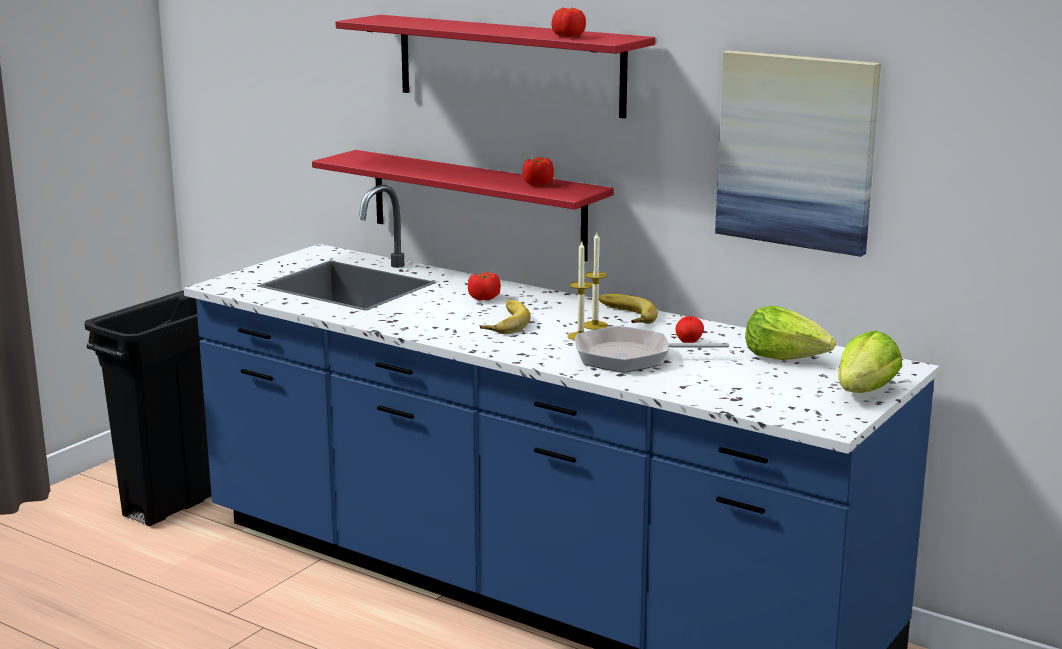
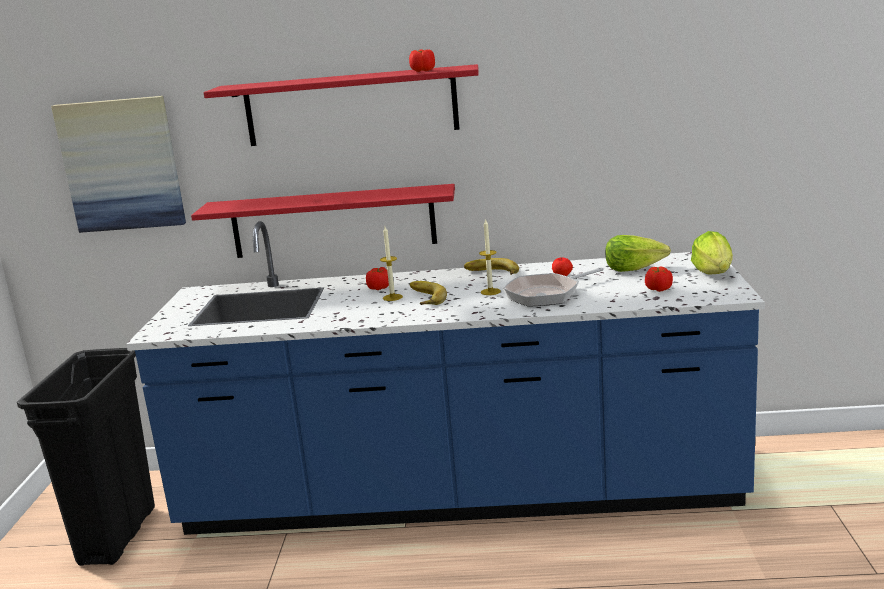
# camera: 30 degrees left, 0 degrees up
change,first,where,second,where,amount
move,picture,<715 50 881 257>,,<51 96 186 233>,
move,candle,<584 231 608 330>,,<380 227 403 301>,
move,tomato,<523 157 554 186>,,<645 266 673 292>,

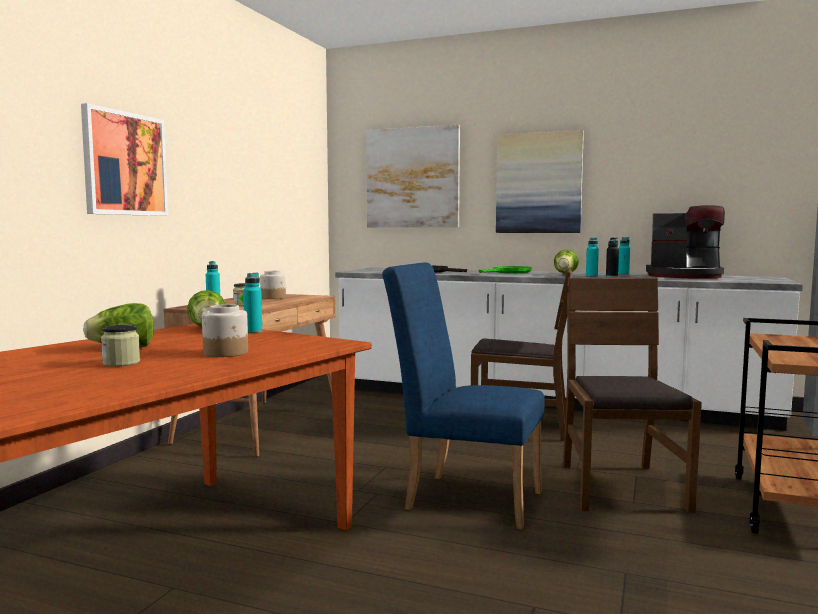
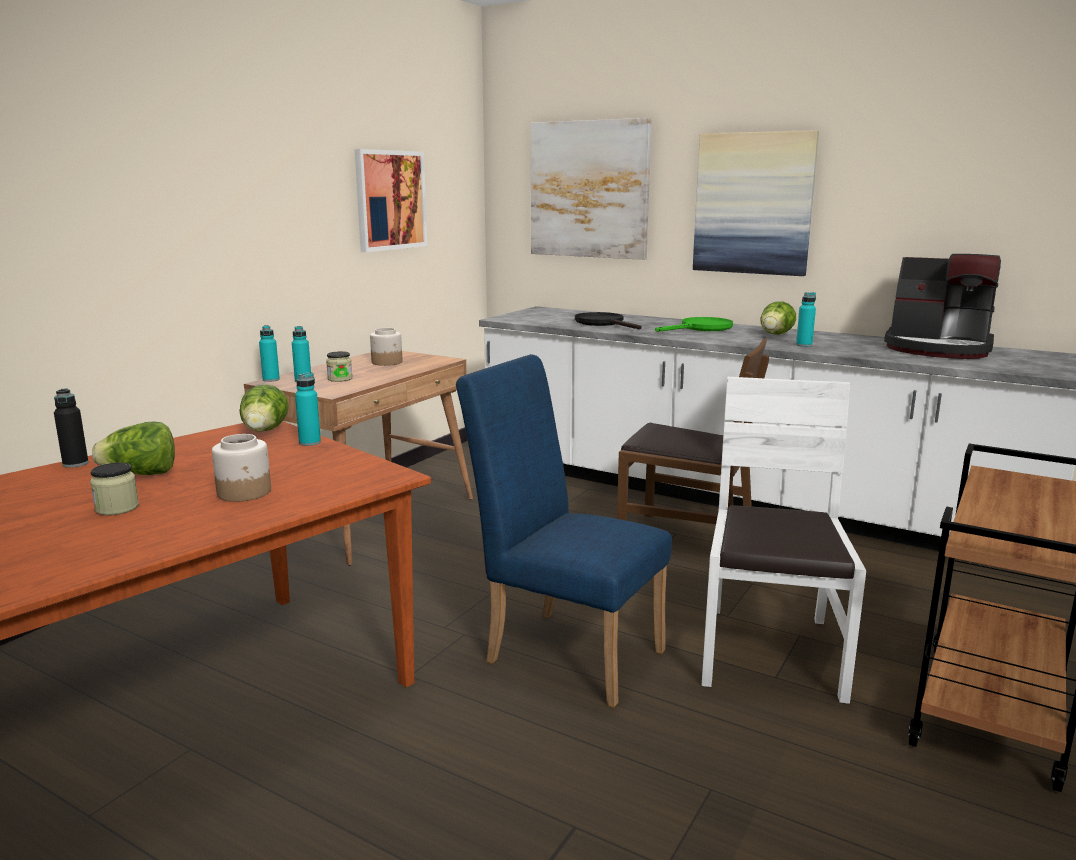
# camera: 10 degrees right, 10 degrees up
change,first,where,second,where,amount
move,black bottle,<606 238 619 277>,,<54 388 89 468>,
move,turquoise bottle,<618 237 630 275>,,<259 325 280 382>,
move,picture,<81 103 168 216>,,<355 149 427 252>,
recolor,brown chair,<563 278 702 513>,white chair,<702 377 866 704>,

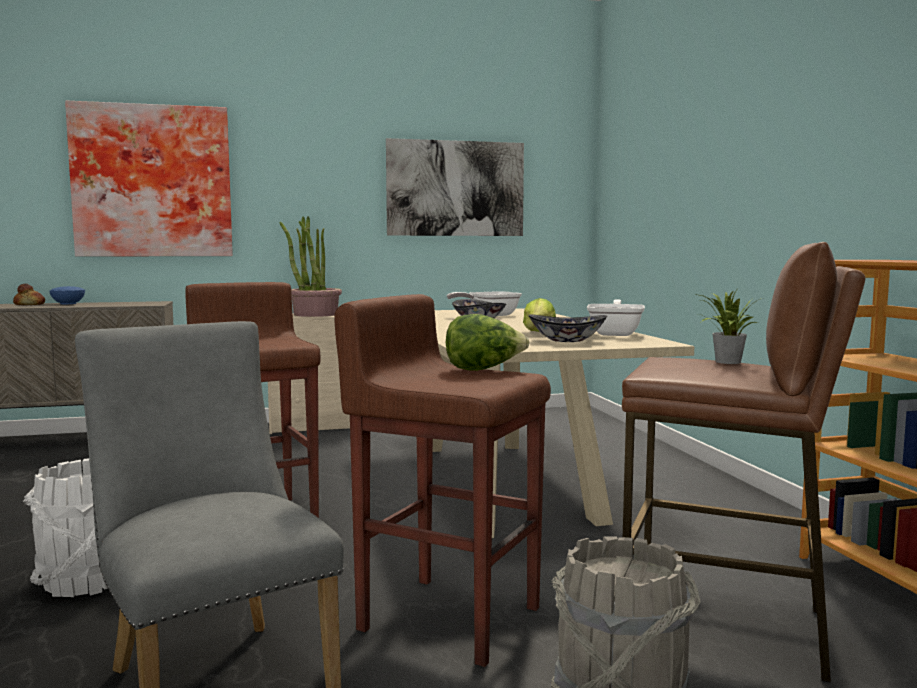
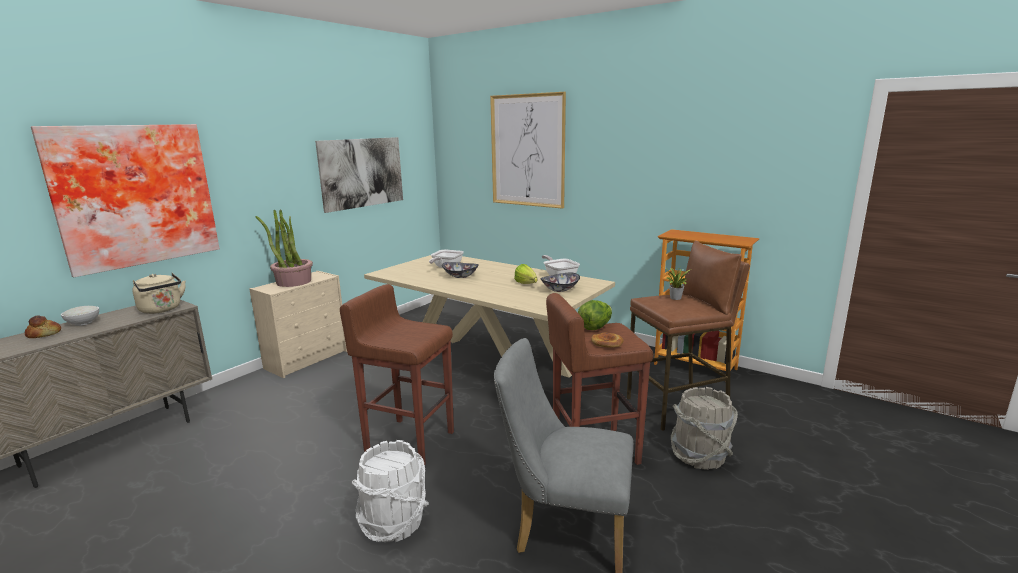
# camera: 40 degrees left, 10 degrees up
change,first,where,second,where,amount
recolor,blue bowl,<49 286 85 304>,white bowl,<61 306 99 326>,
insert,,,beige kettle,<132 273 186 314>,
insert,,,picture,<490 92 566 209>,
insert,,,bread,<591 333 624 348>,

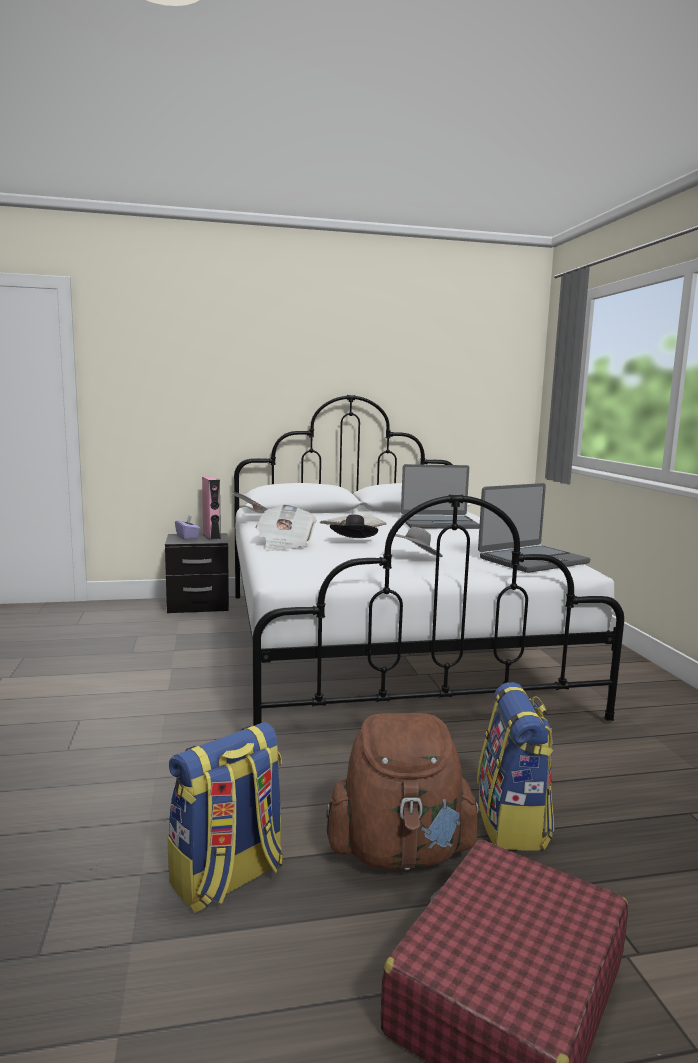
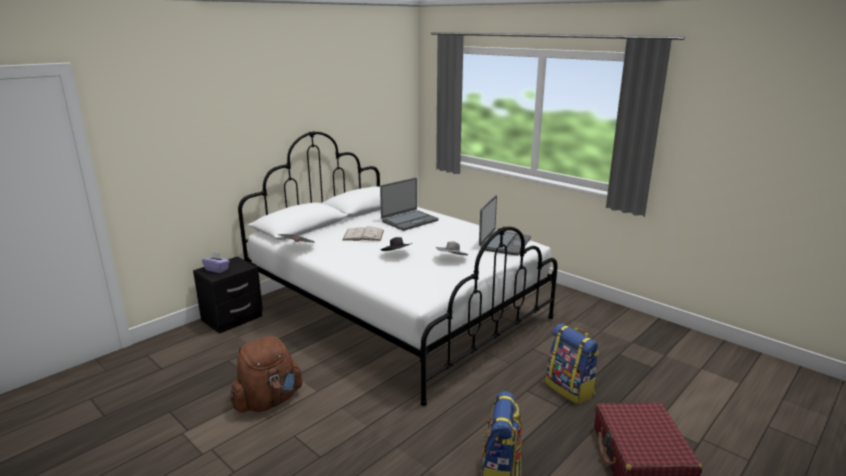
# camera: 35 degrees left, 10 degrees up
change,first,where,second,where,amount
move,brown backpack,<326 713 481 870>,,<231 336 302 413>,
delete,pink speaker,<202 477 221 540>,,,
delete,newspaper,<256 504 317 551>,,,

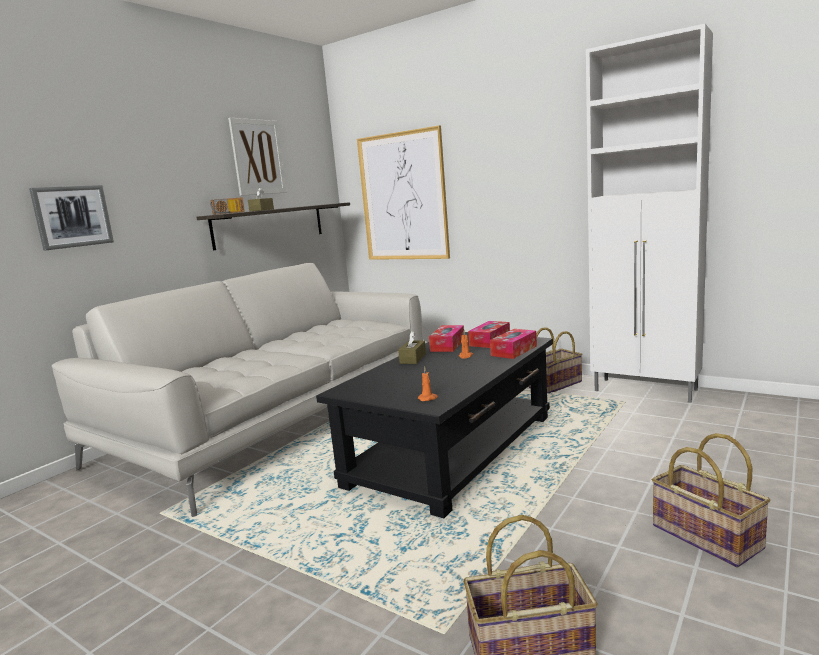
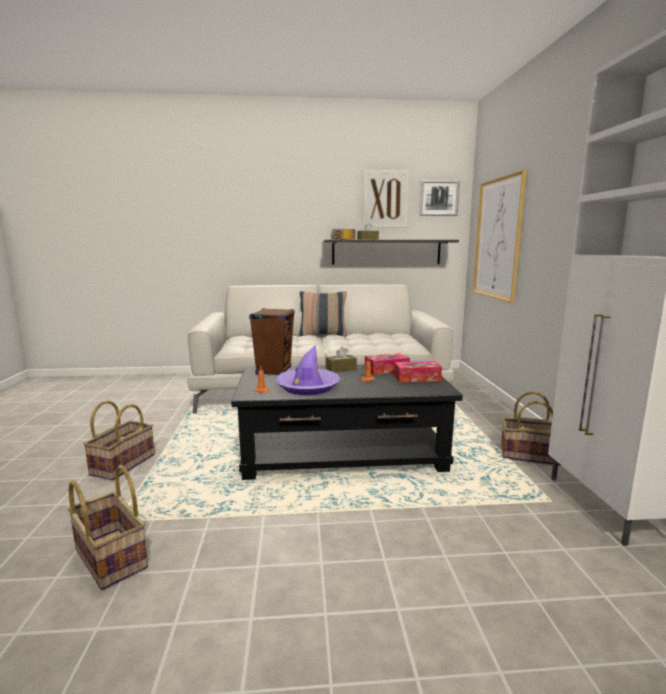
# camera: 50 degrees right, 0 degrees up
change,first,where,second,where,amount
move,basket,<652 433 770 568>,,<83 400 155 481>,
insert,,,brown speaker,<249 308 295 375>,
insert,,,purple hat,<275 345 340 395>,
insert,,,pillow,<299 291 347 336>,
move,picture,<29 185 114 250>,,<419 180 460 216>,
delete,tissue box,<490 329 537 359>,,,

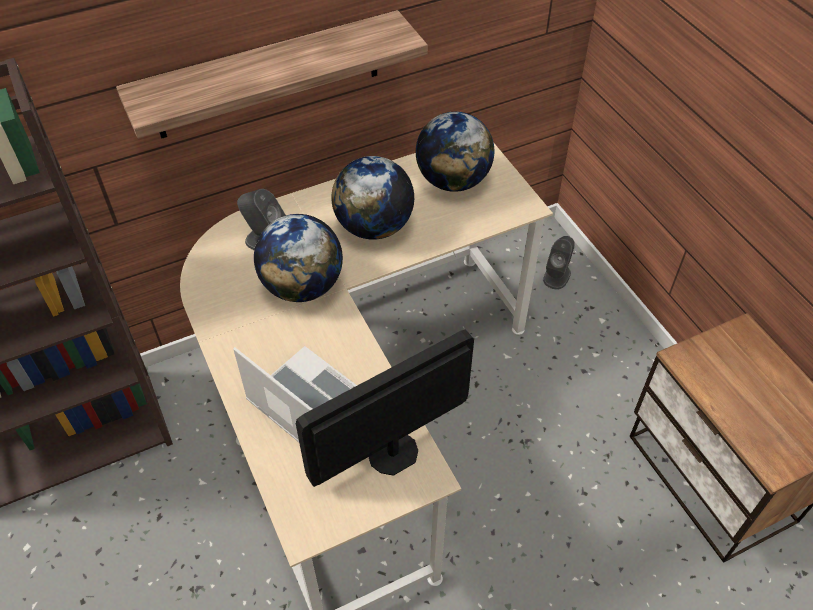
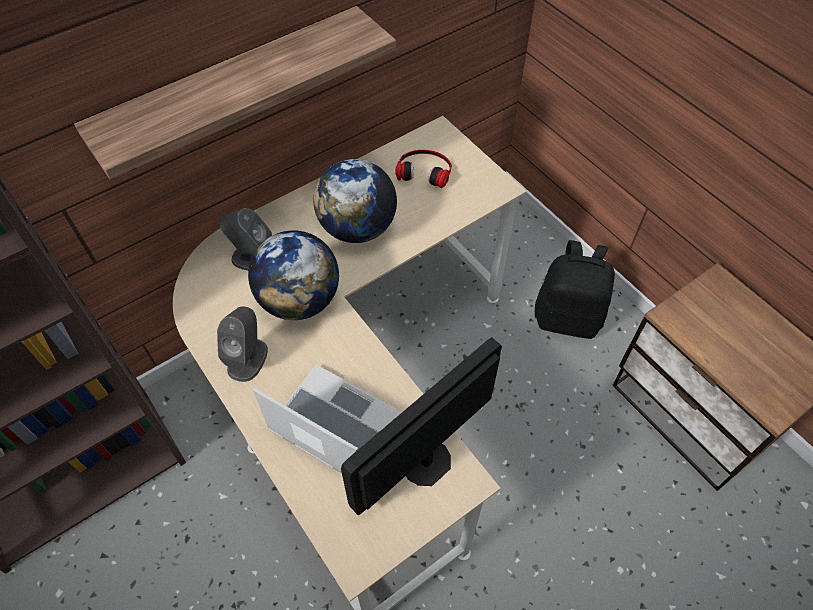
# camera: 10 degrees left, 5 degrees up
change,first,where,second,where,amount
move,grey speaker,<543 236 575 290>,,<217 307 268 382>,
replace,globe,<416 111 494 192>,headphones,<396 150 452 188>,
insert,,,black backpack,<535 240 615 339>,

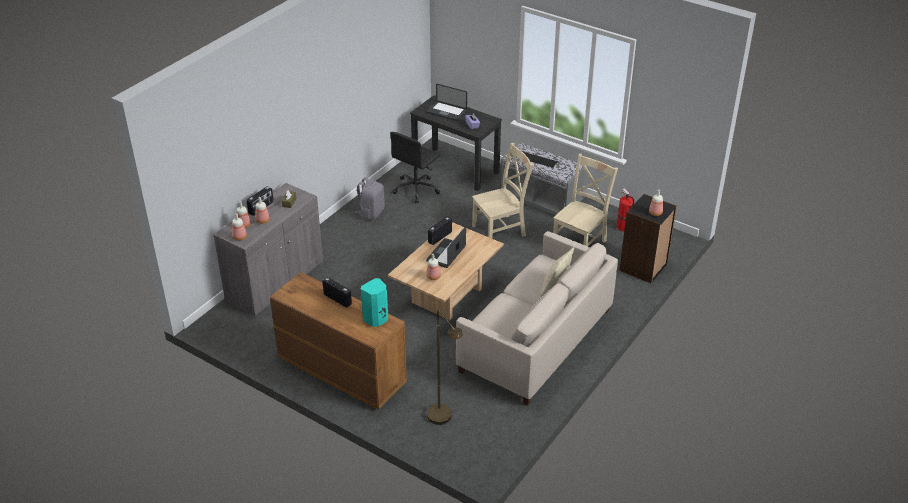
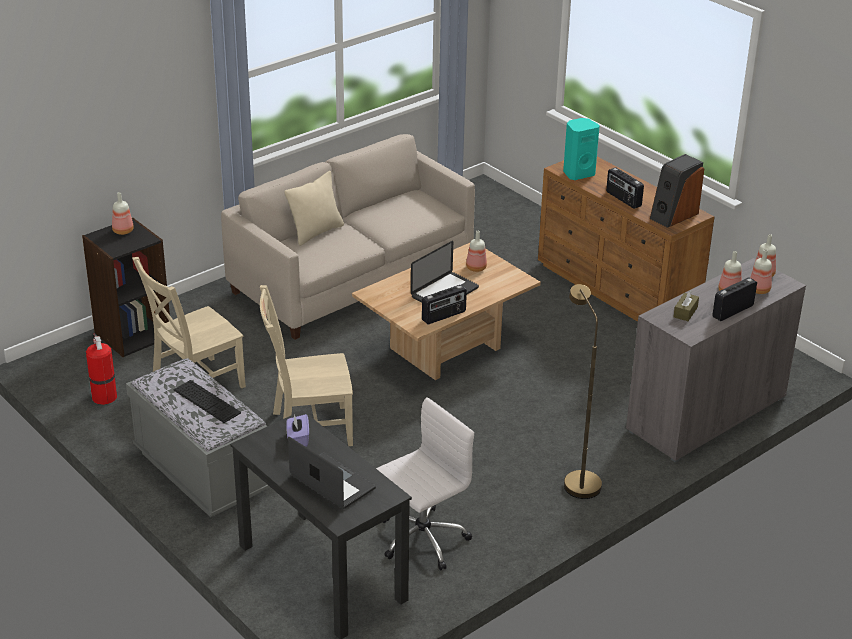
# camera: 165 degrees left, 5 degrees down
change,first,where,second,where,amount
recolor,black office chair,<390 132 440 203>,white office chair,<376 397 474 570>,
move,brown floor lamp,<427 310 463 425>,,<564 284 602 499>,
insert,,,speaker,<650 154 704 228>,
delete,grey backpack,<357 177 385 220>,,,

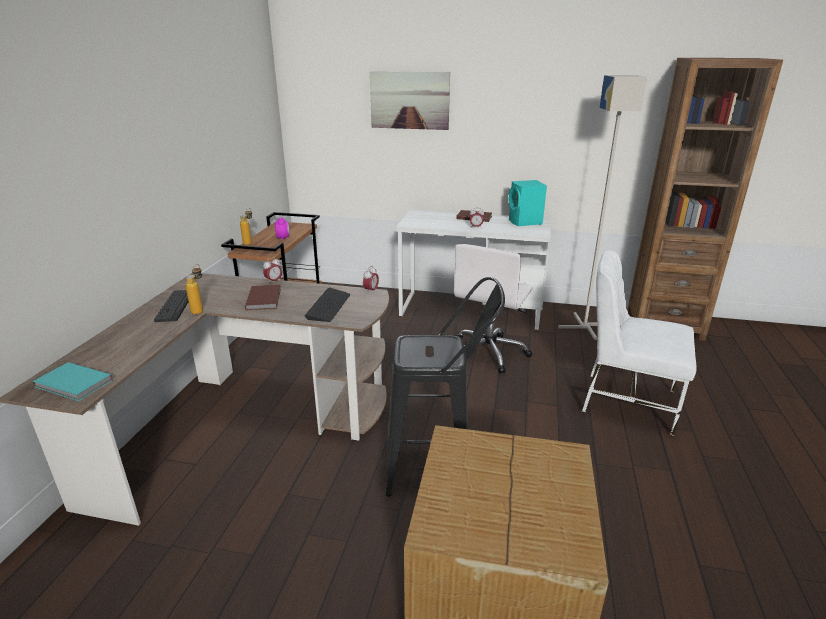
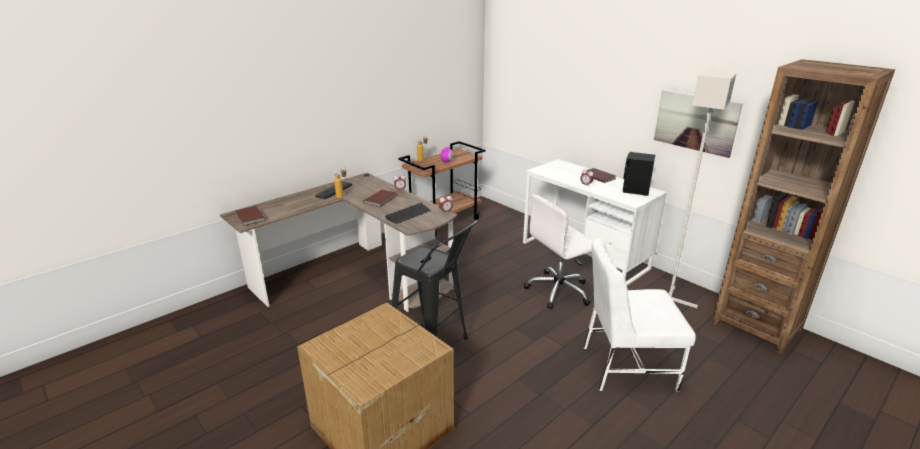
# camera: 35 degrees right, 0 degrees up
change,first,where,second,where,amount
recolor,turquoise book,<32 362 113 401>,brown book,<235 206 266 226>,
rotate,white chair,<582 250 696 436>,,<583 239 696 392>,60 degrees counterclockwise
recolor,turquoise speaker,<509 180 547 226>,black speaker,<623 152 655 196>,
move,picture,<370 71 450 130>,,<654 90 743 158>,

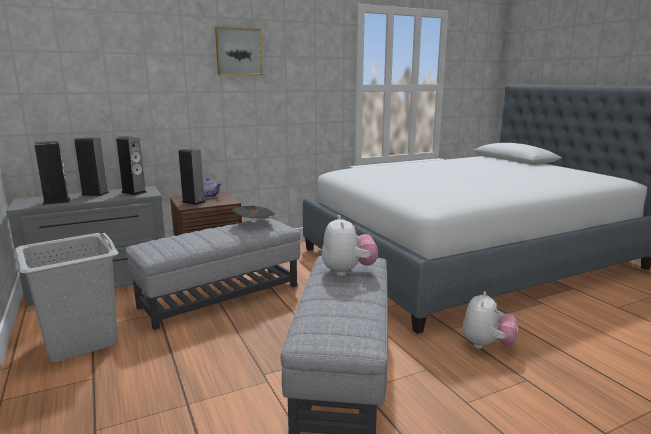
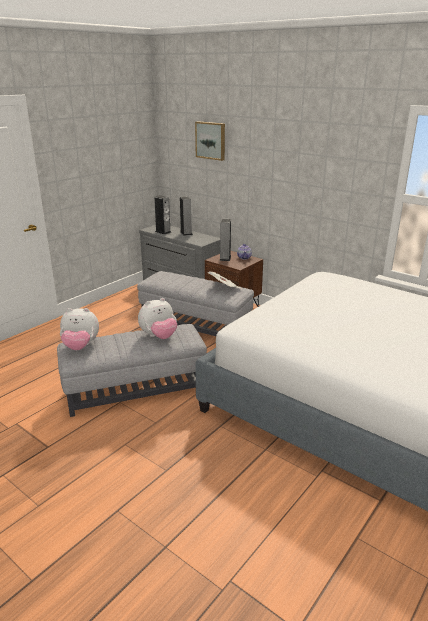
# camera: 65 degrees right, 10 degrees up
change,first,where,second,where,amount
move,plush toy,<462 291 518 349>,,<60 308 99 350>,
move,picture,<215 27 262 76>,,<195 121 225 161>,
delete,grey laundry basket,<14 233 119 363>,,,
delete,speaker,<116 136 147 195>,,,

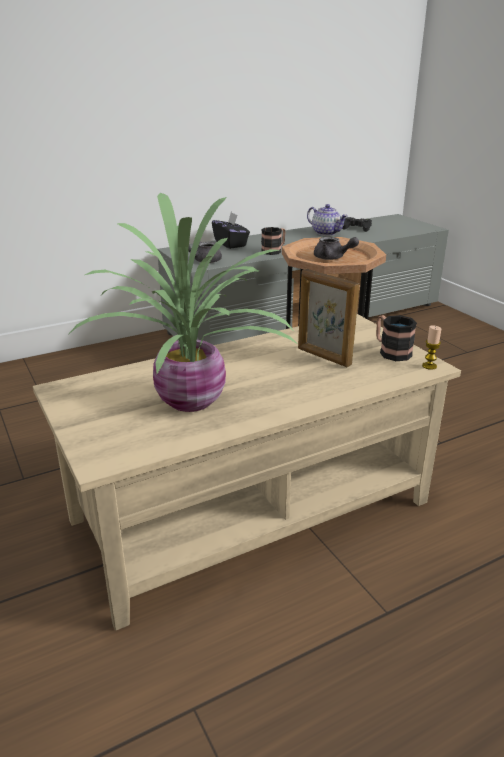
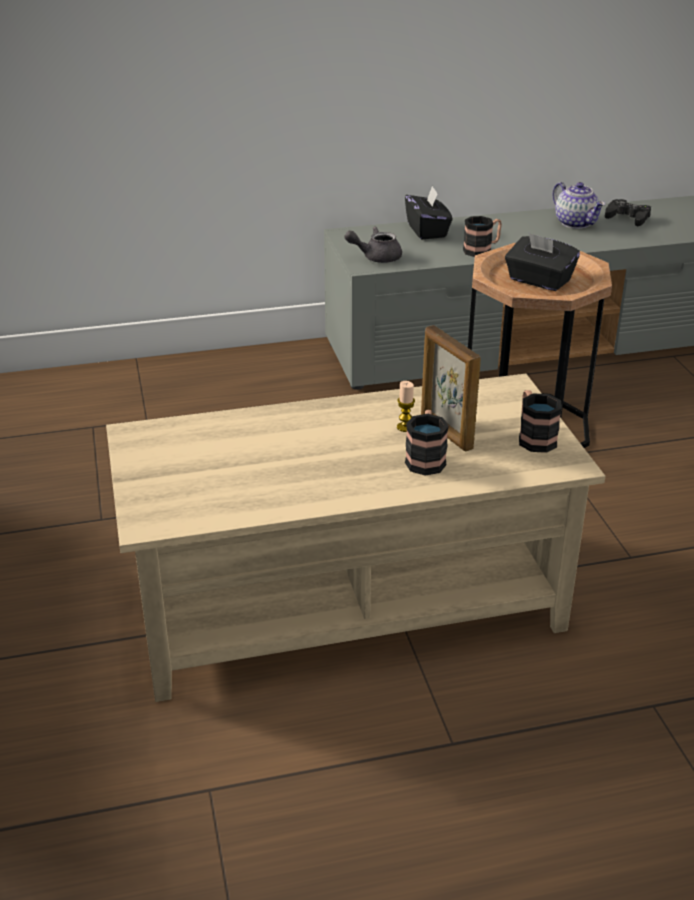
# camera: 15 degrees right, 5 degrees up
change,first,where,second,where,amount
move,candle,<422 325 441 370>,,<397 381 415 432>,
insert,,,mug,<405 410 449 476>,
replace,grey teapot,<314 237 359 260>,black tissue box,<505 233 580 291>,
delete,potted plant,<69 193 296 412>,,,

